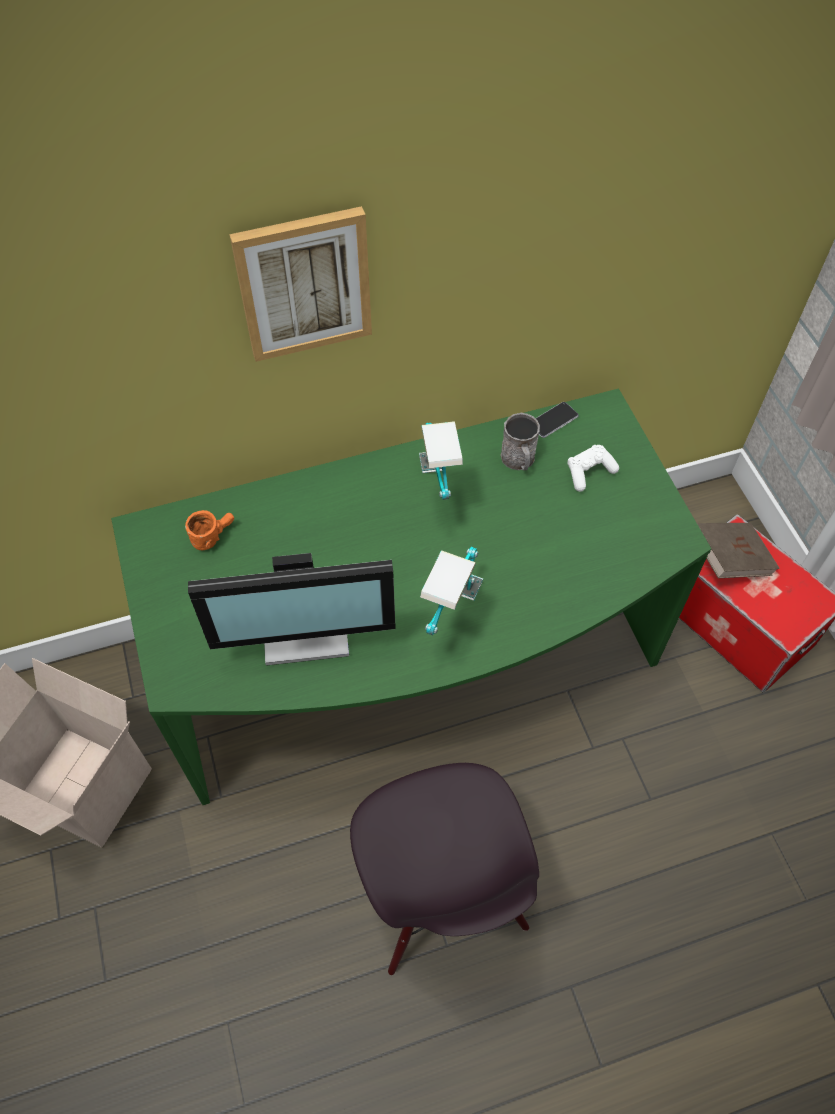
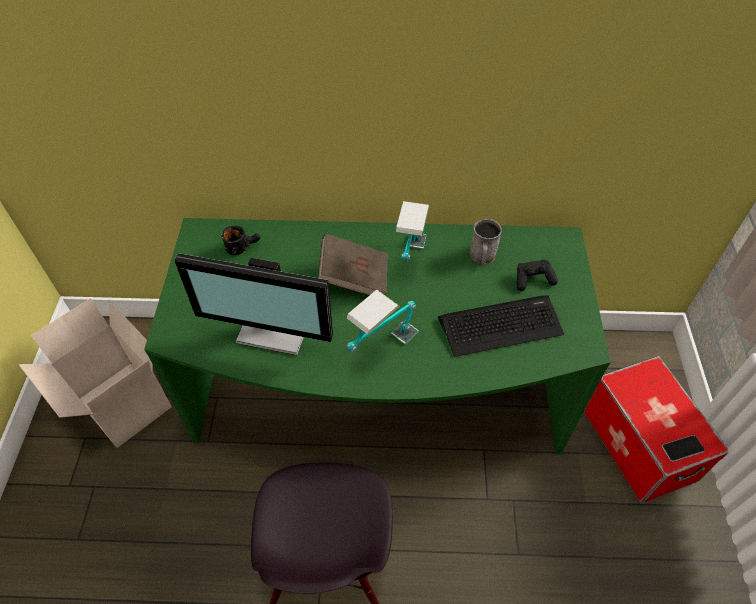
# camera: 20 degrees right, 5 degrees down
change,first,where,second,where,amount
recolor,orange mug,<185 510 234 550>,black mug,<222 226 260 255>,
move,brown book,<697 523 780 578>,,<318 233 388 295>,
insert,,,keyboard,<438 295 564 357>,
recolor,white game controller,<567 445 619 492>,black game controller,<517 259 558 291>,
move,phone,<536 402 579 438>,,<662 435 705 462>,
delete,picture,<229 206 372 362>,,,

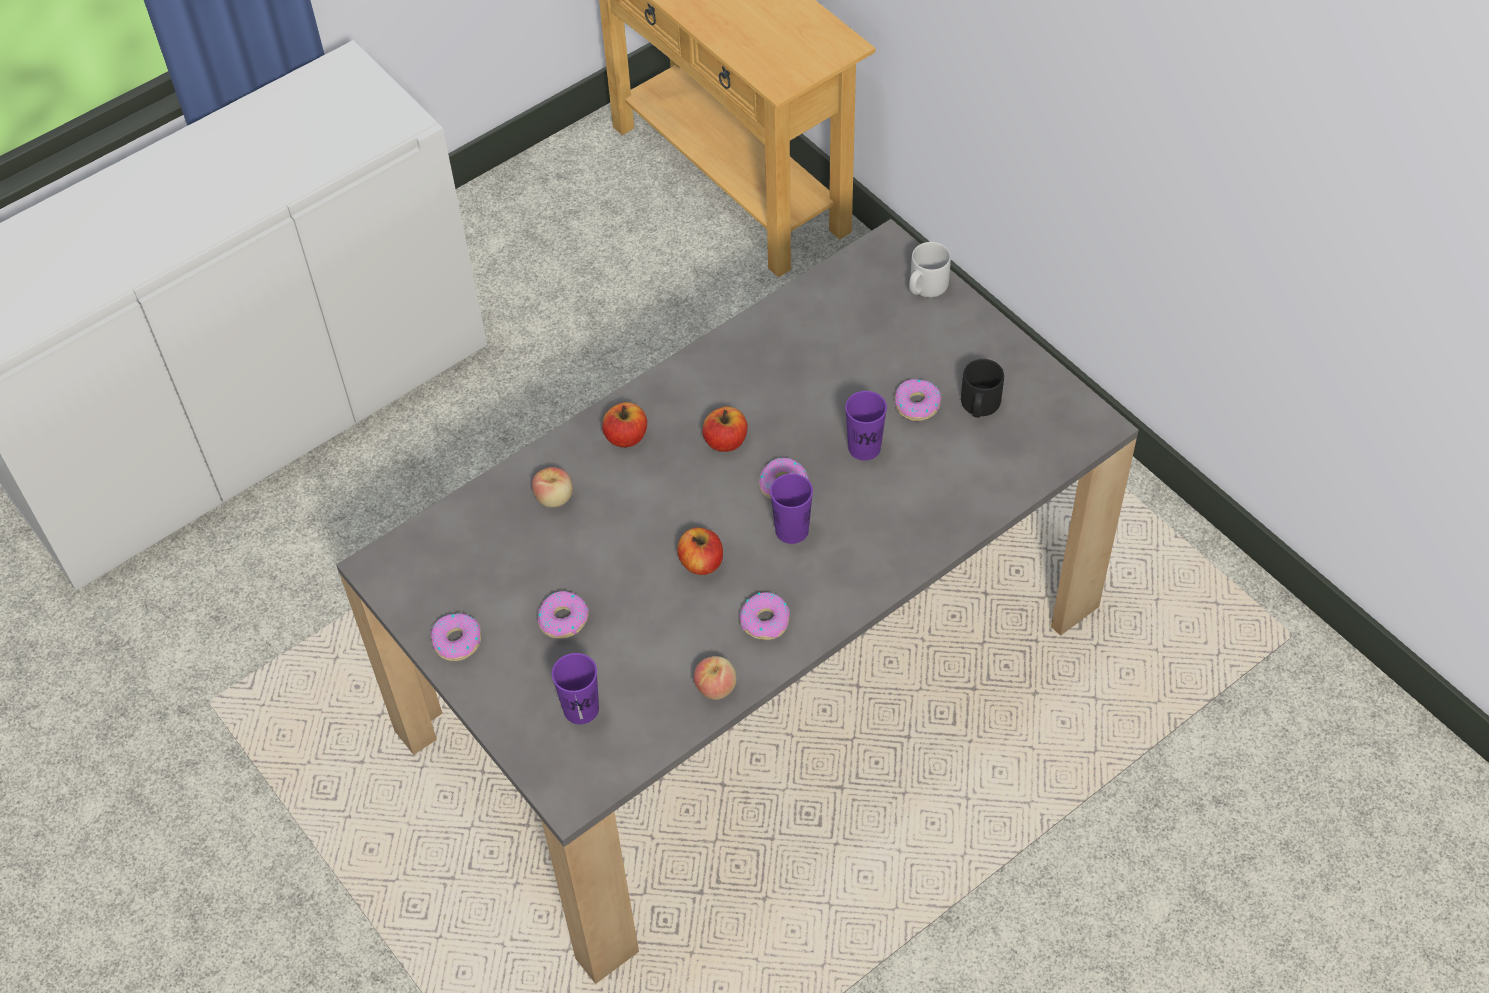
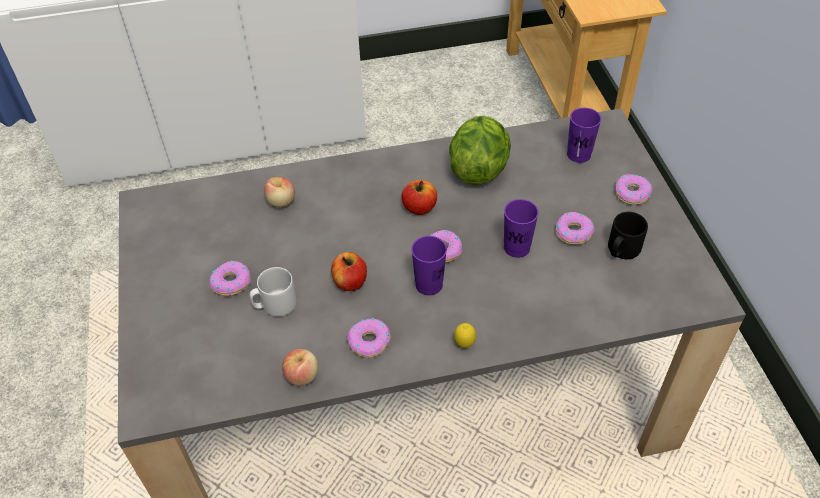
# camera: 25 degrees right, 5 degrees down
change,first,where,second,where,amount
move,grey mug,<909 242 951 297>,,<249 267 297 317>,
insert,,,lettuce,<449 116 511 185>,
insert,,,lemon,<454 323 476 348>,
move,purple cup,<552 653 599 724>,,<567 108 601 163>,
move,donut,<431 613 481 661>,,<615 174 652 205>,
delete,apple,<602 402 647 447>,,,

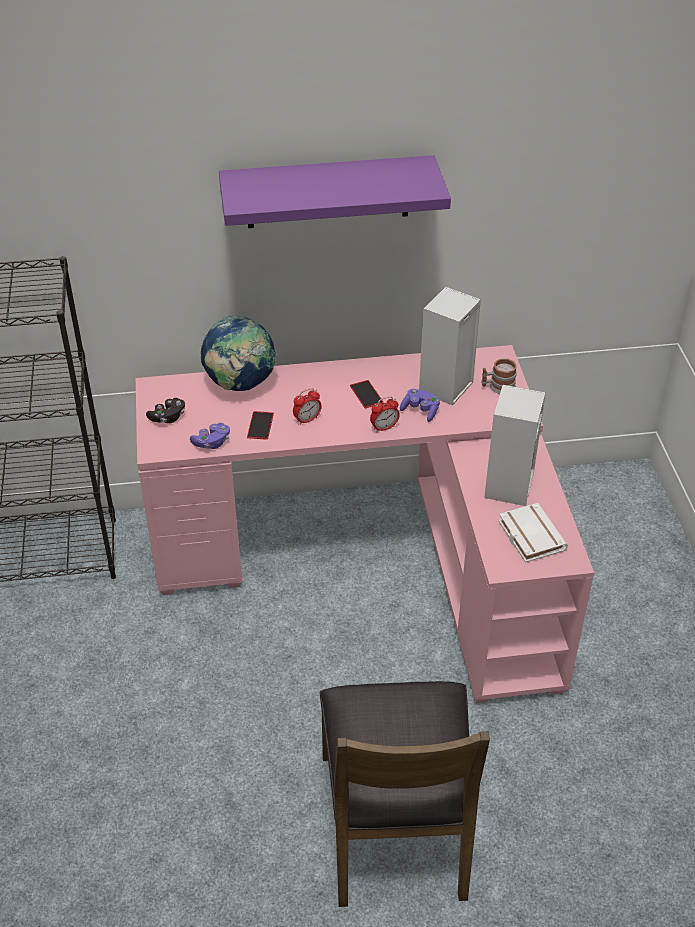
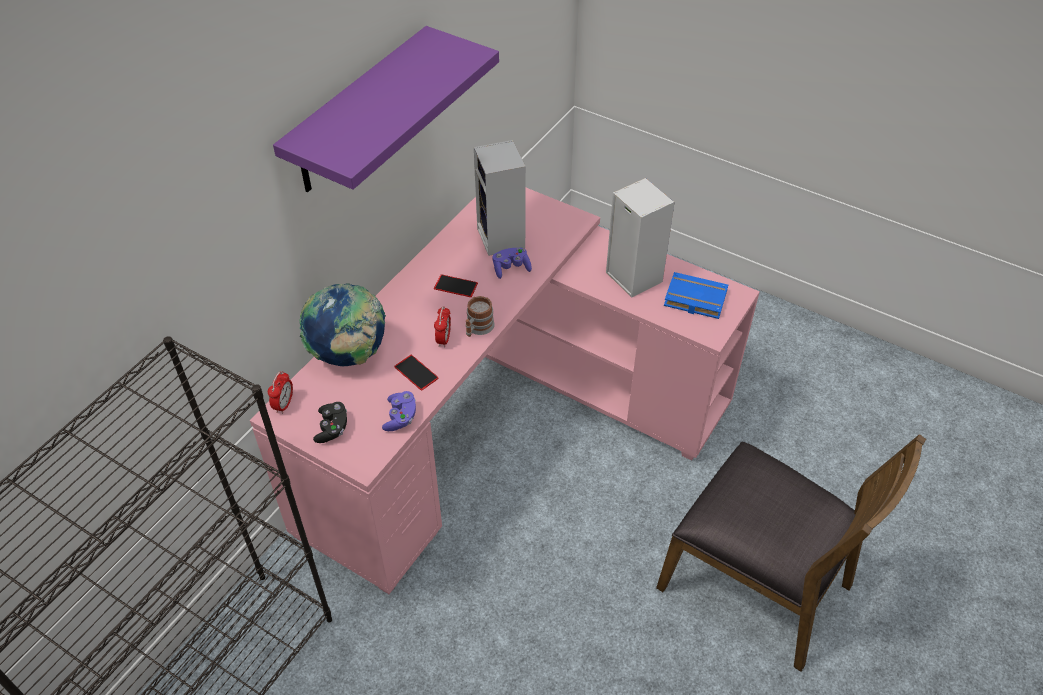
# camera: 50 degrees left, 5 degrees up
change,first,where,second,where,amount
move,alarm clock,<370 396 400 432>,,<268 371 293 414>,
move,mug,<481 359 517 394>,,<465 296 495 337>,
recolor,white book,<498 503 568 563>,blue book,<664 272 728 319>,

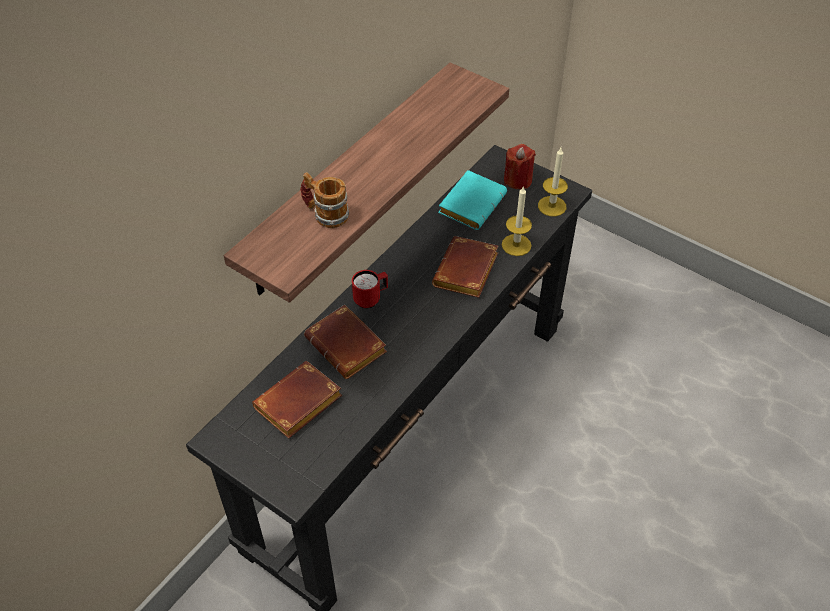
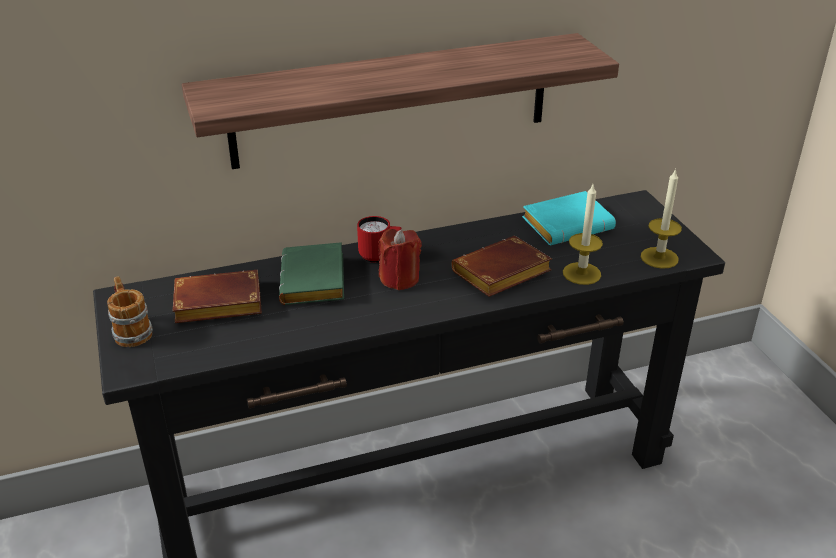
# camera: 35 degrees right, 15 degrees down
change,first,where,second,where,amount
move,mug,<300 172 349 228>,,<107 276 153 347>,
recolor,brown book,<304 305 387 379>,green book,<279 242 344 305>,
move,red candle,<504 144 536 189>,,<378 229 422 290>,

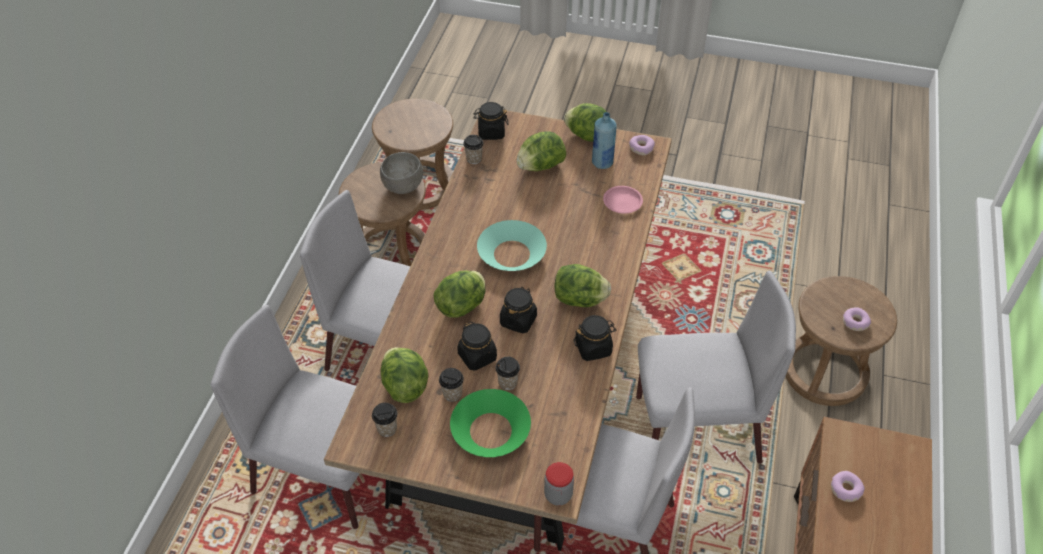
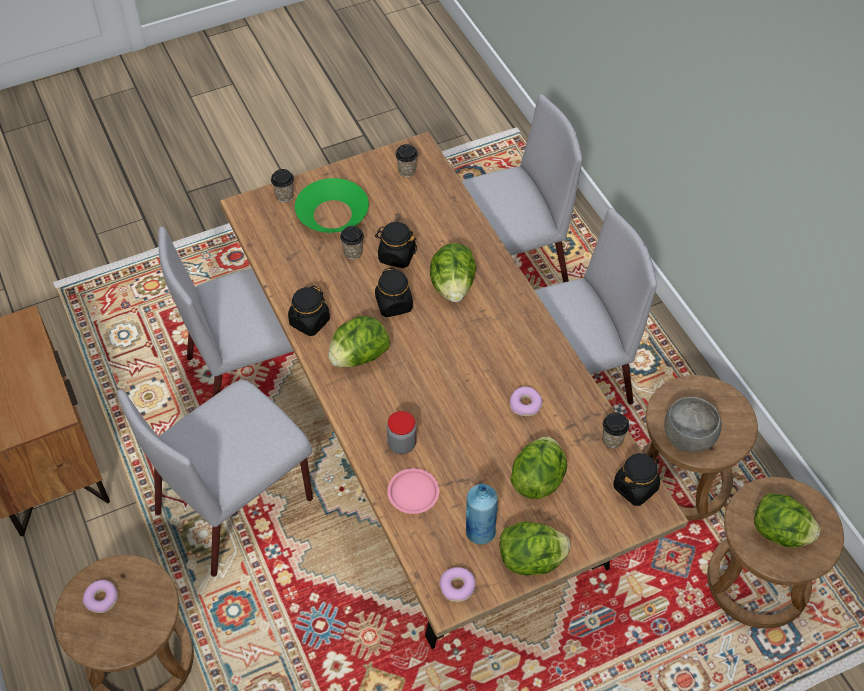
# camera: 140 degrees right, 5 degrees up
change,first,where,second,where,amount
move,cup,<439 368 464 402>,,<271 169 294 202>,
move,jar,<544 462 574 506>,,<387 411 417 454>,
move,donut,<831 471 865 502>,,<510 386 543 416>,
move,lettuce,<381 347 429 403>,,<754 493 821 548>,
delete,turquoise bowl,<477 220 547 271>,,,

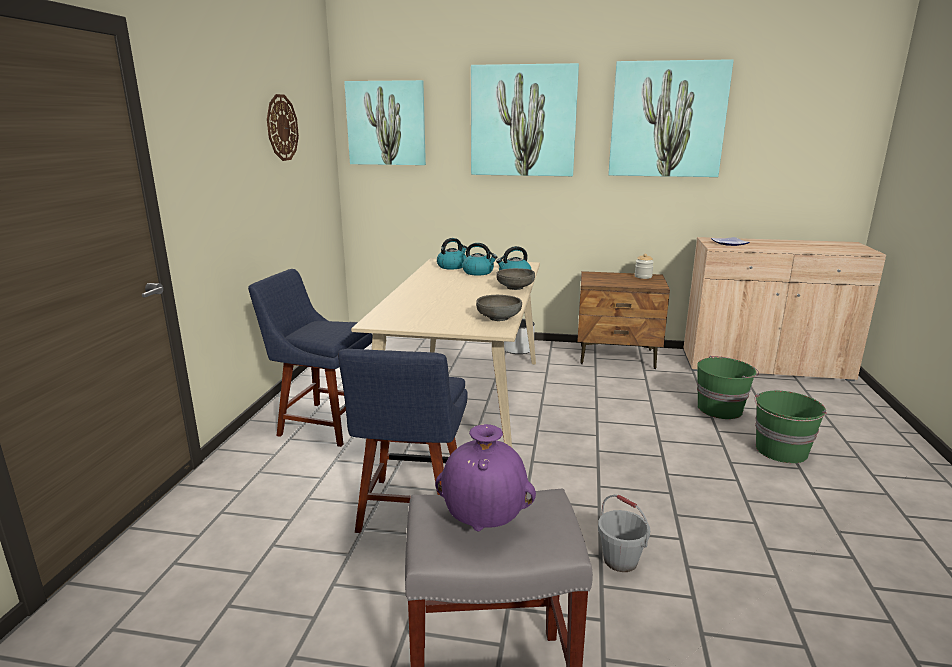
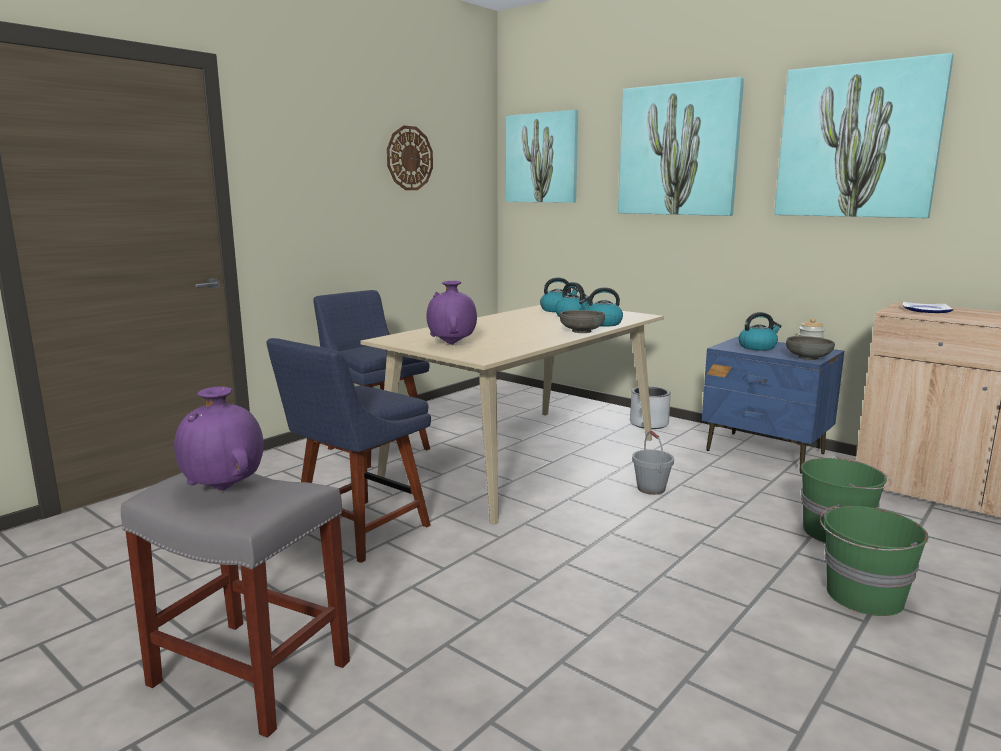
# camera: 30 degrees right, 5 degrees down
change,first,where,second,where,amount
insert,,,purple vase,<427 281 477 345>,
move,grey bucket,<598 495 650 572>,,<632 431 674 495>,
recolor,brown nightstand,<577 271 670 369>,blue nightstand,<702 337 844 474>,
insert,,,kettle,<738 312 782 351>,
move,grey bowl,<476 295 522 321>,,<786 336 835 360>,

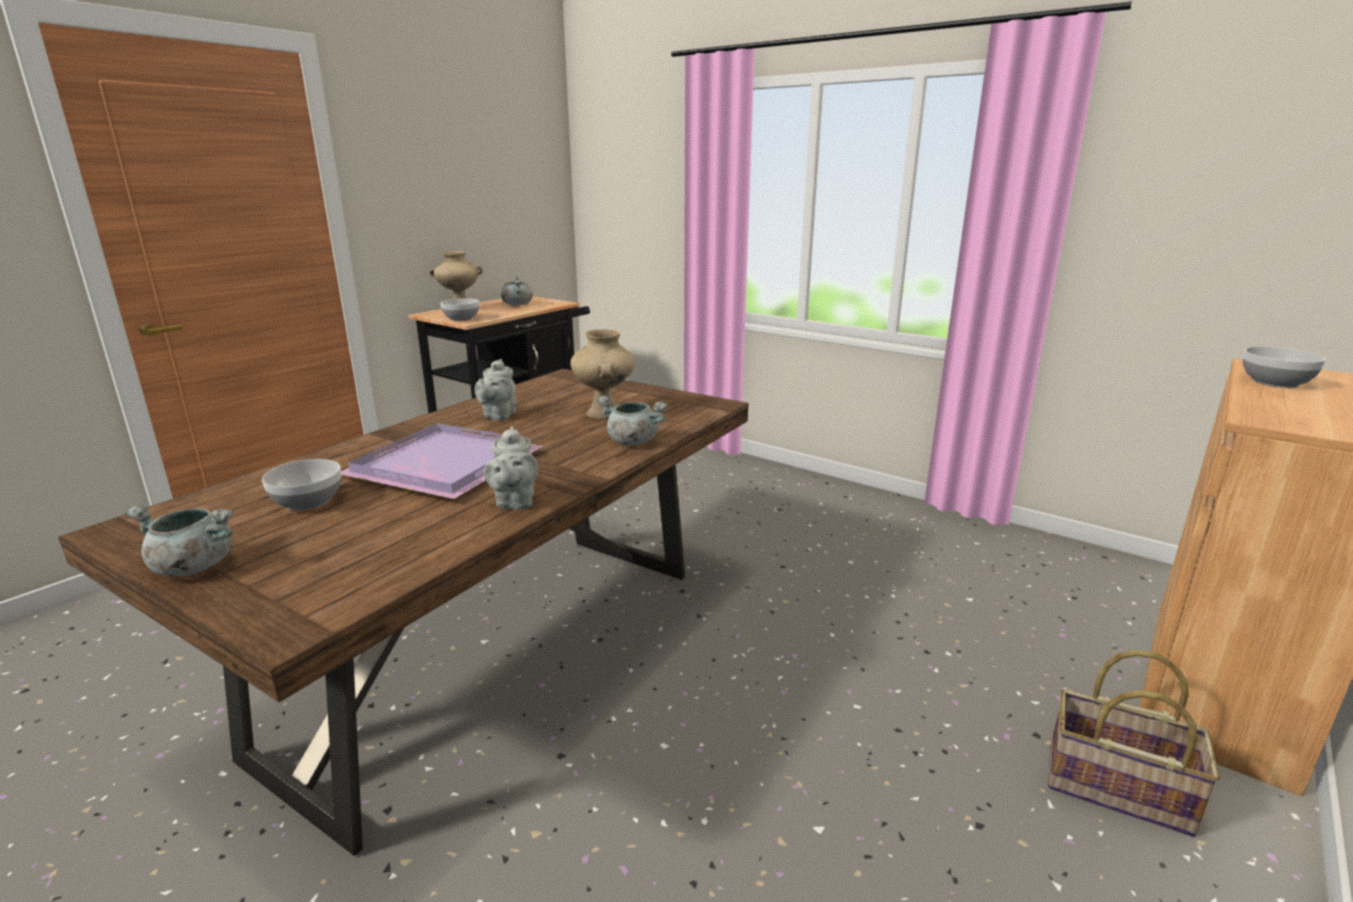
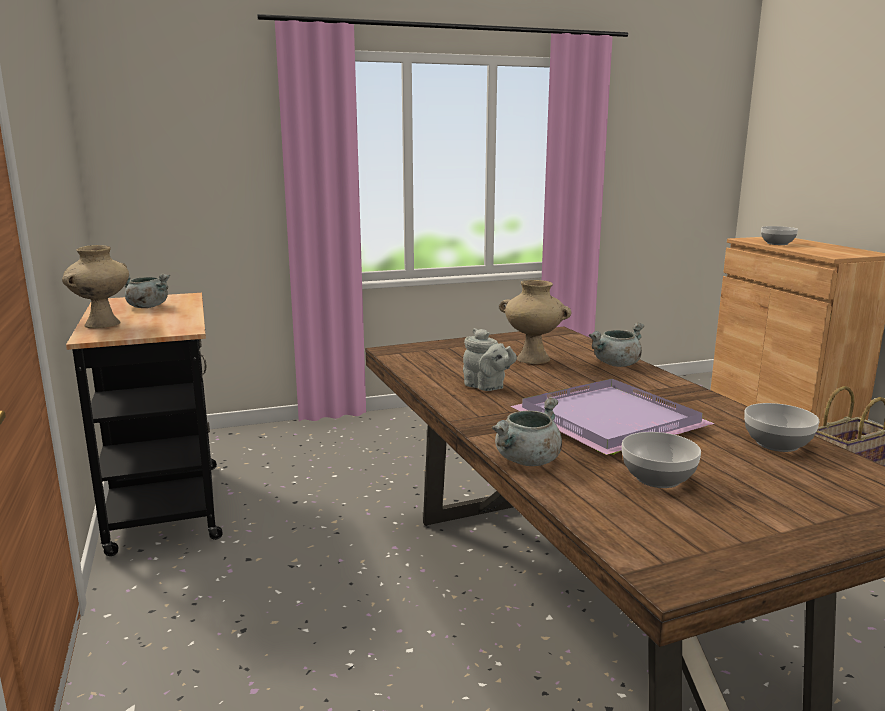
# camera: 55 degrees left, 5 degrees down
change,first,where,second,where,amount
move,grey cooking pot,<125 505 234 576>,,<492 397 562 466>,
move,bowl,<440 298 479 321>,,<744 403 820 452>,
delete,grey teapot,<484 426 538 510>,,,

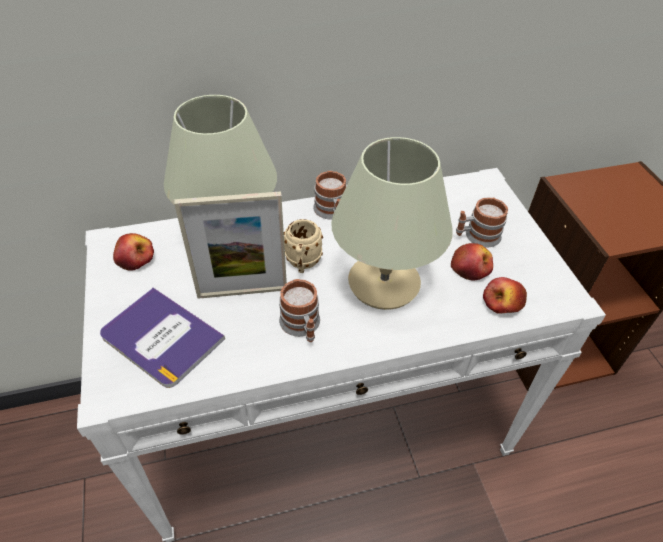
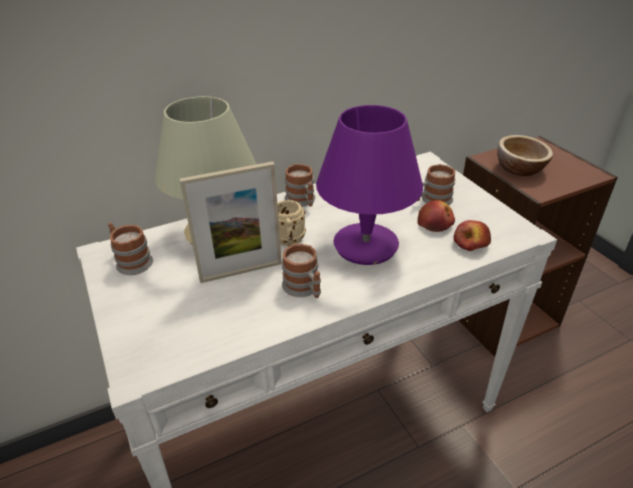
# camera: 10 degrees left, 10 degrees down
change,first,where,second,where,amount
replace,apple,<113 233 154 271>,mug,<108 223 153 275>,
recolor,beige table lamp,<331 137 453 310>,purple table lamp,<316 105 423 265>,
insert,,,bowl,<497 135 553 176>,
delete,book,<100 287 225 388>,,,

